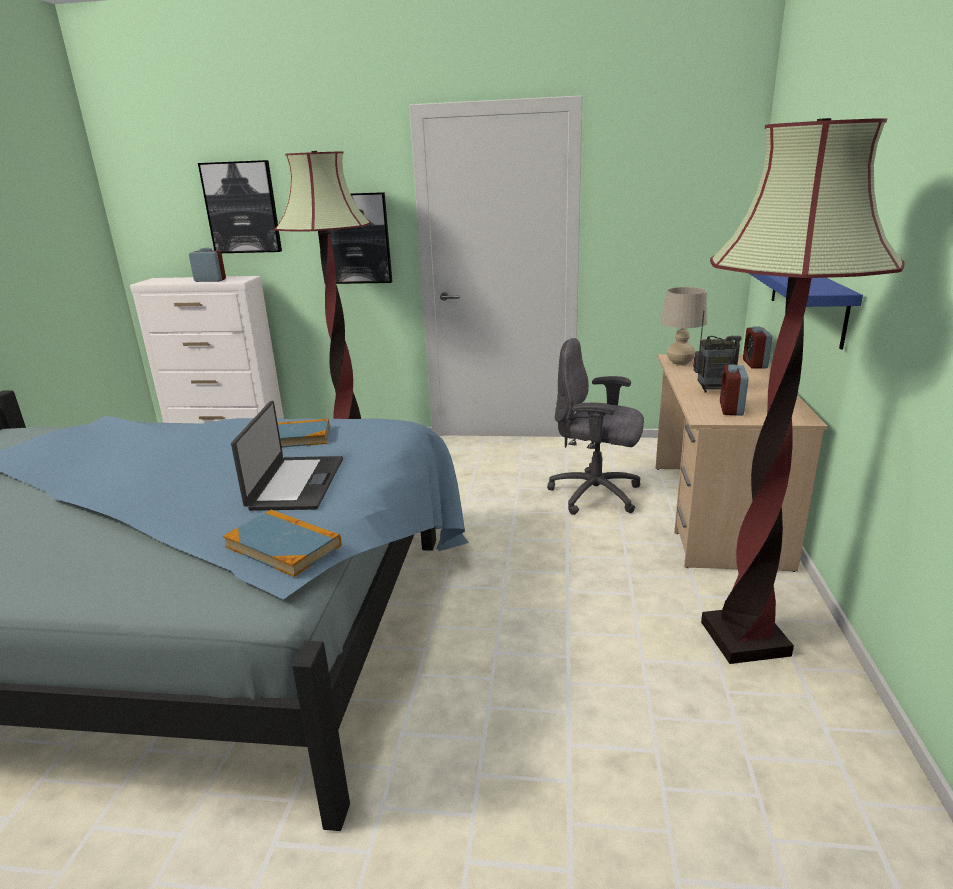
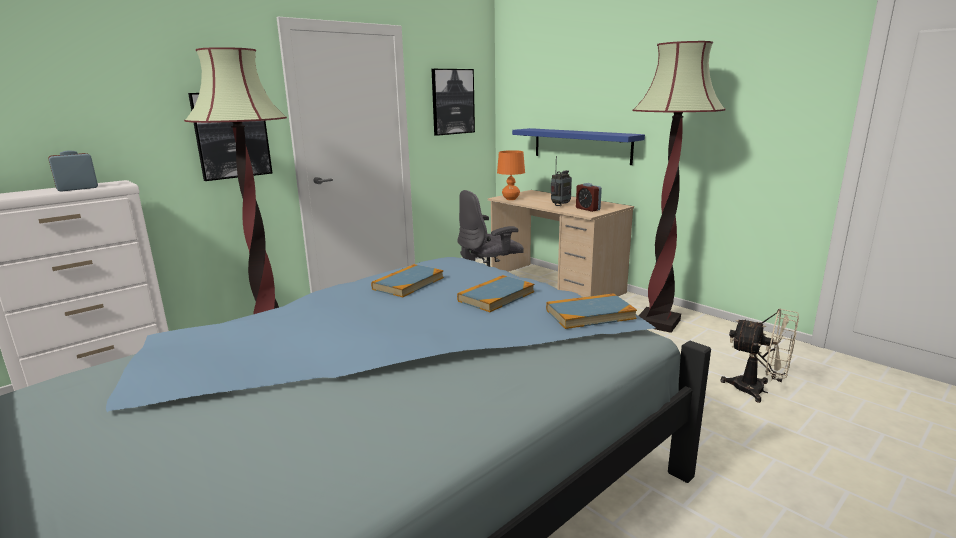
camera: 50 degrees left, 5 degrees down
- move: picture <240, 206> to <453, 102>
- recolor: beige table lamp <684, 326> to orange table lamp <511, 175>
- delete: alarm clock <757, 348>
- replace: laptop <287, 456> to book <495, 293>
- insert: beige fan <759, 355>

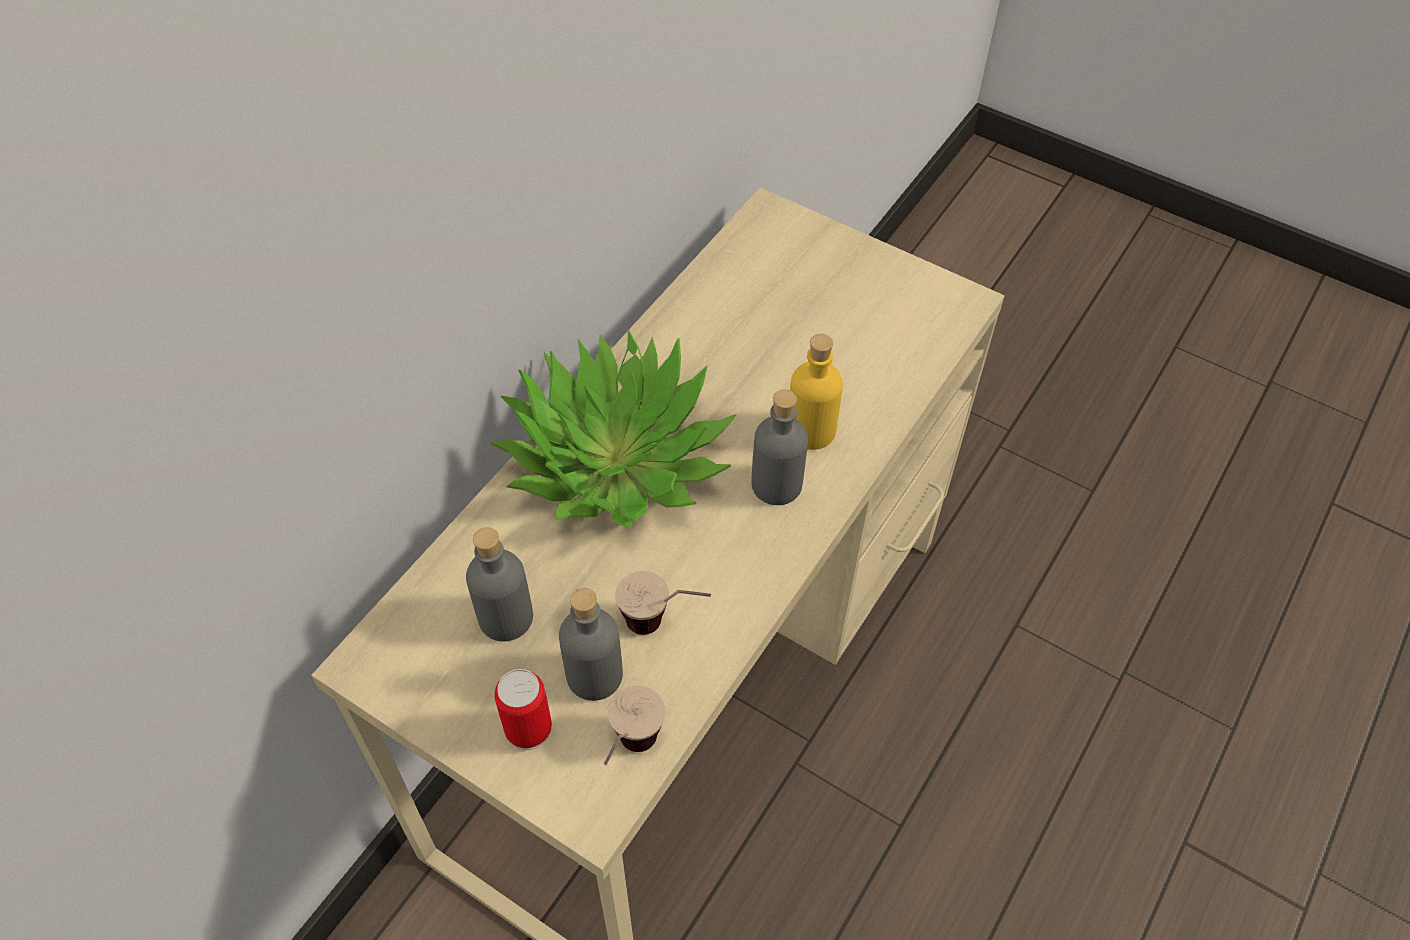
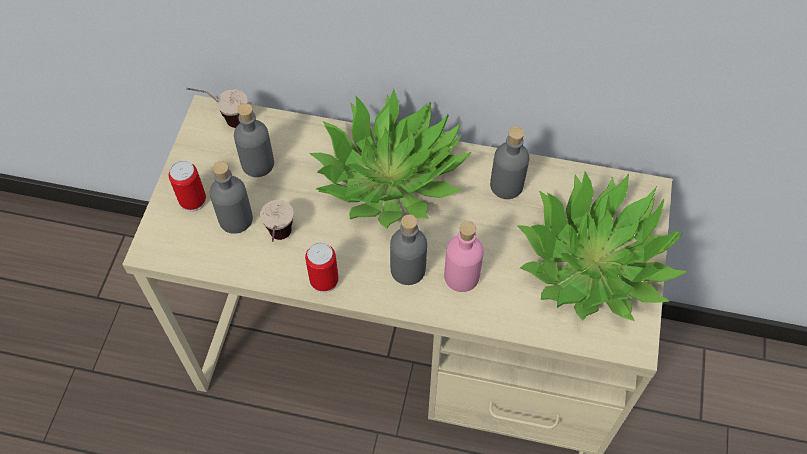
camera: 70 degrees right, 5 degrees up
- recolor: yellow bottle <816, 392> to pink bottle <464, 256>
- move: cup <634, 725> to <217, 108>
- insert: grey bottle <509, 163>
- insert: potted plant <602, 246>
- insert: can <322, 267>

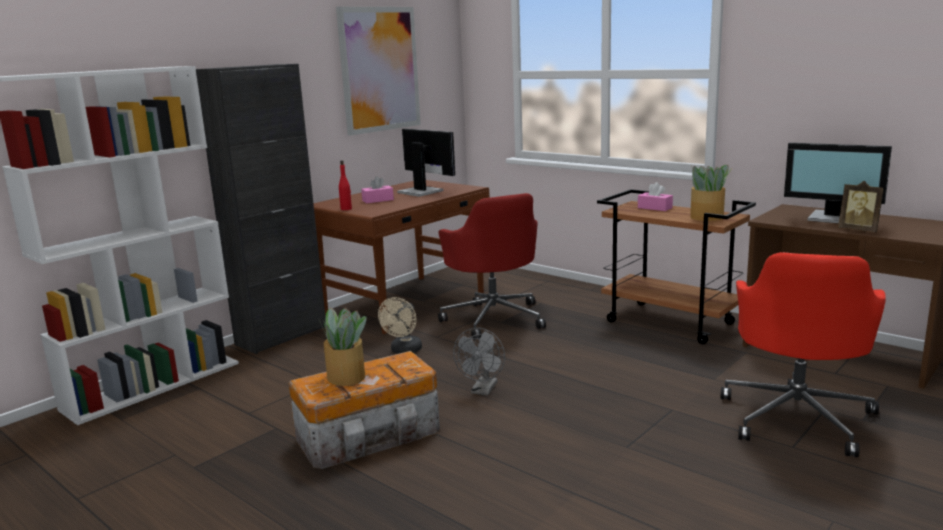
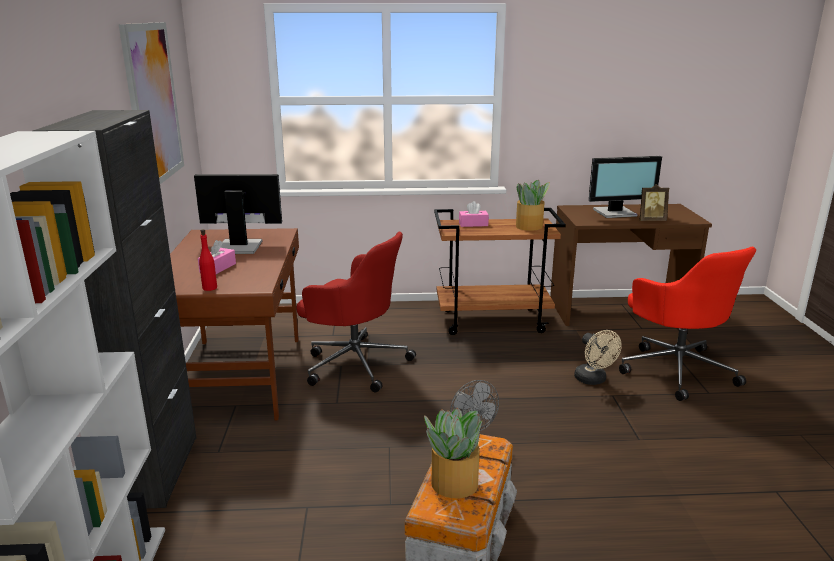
camera: 45 degrees left, 5 degrees up
- move: beige fan <400, 325> to <598, 357>

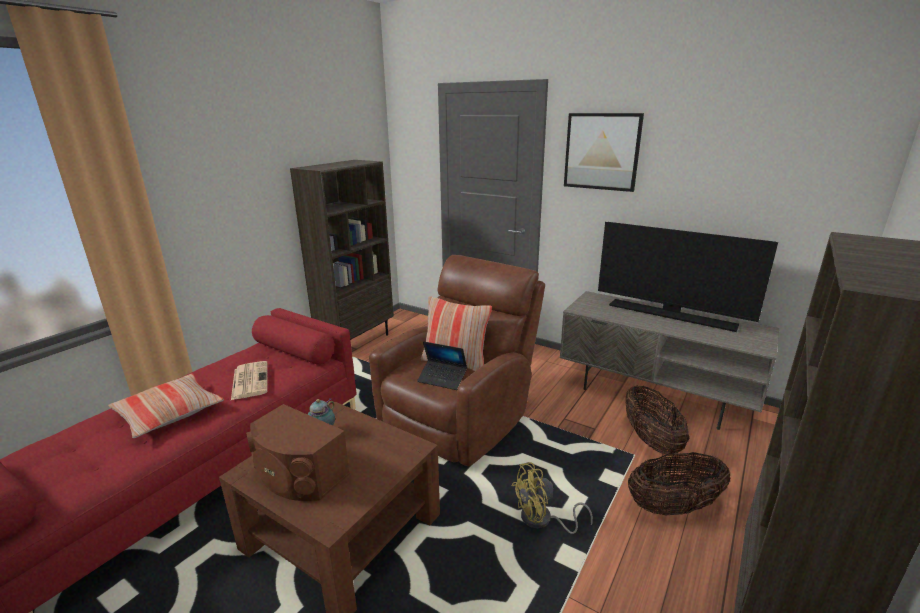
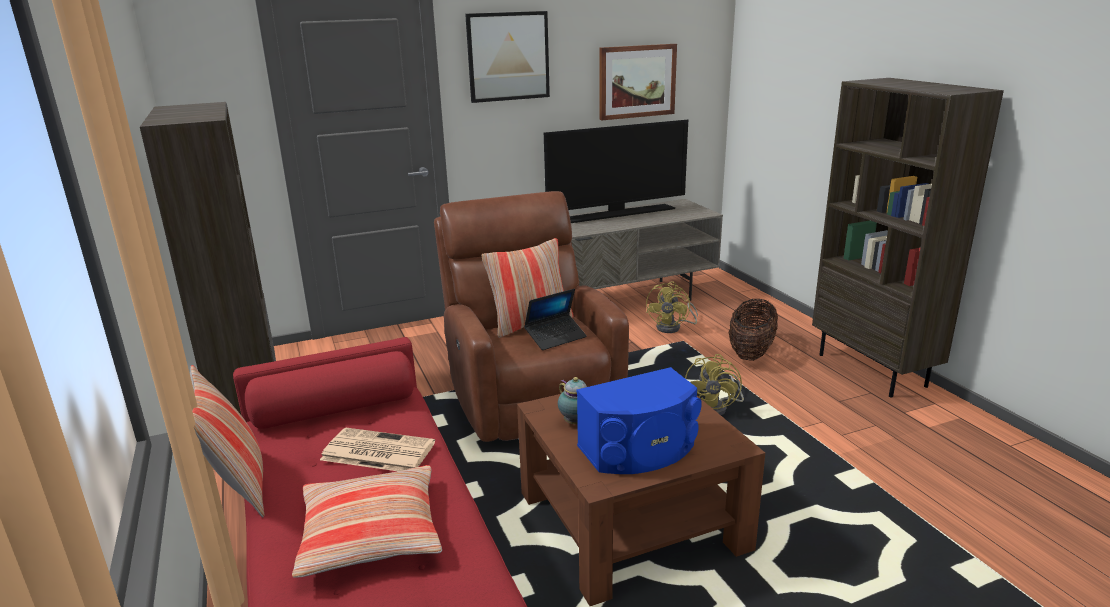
camera: 55 degrees left, 0 degrees up
- replace: basket <657, 420> to yellow fan <672, 307>
- recolor: brown speaker <298, 452> to blue speaker <639, 420>
- insert: picture <638, 82>
- insert: pillow <227, 441>

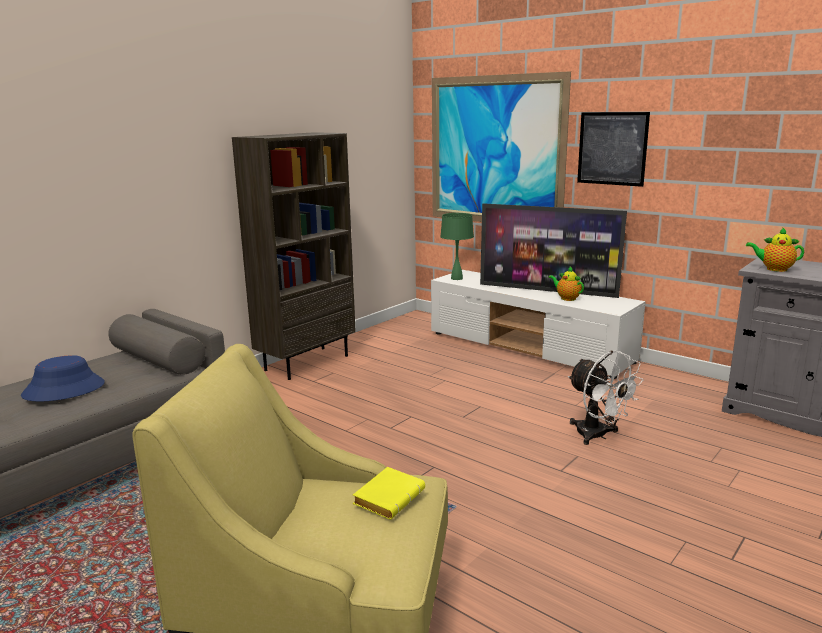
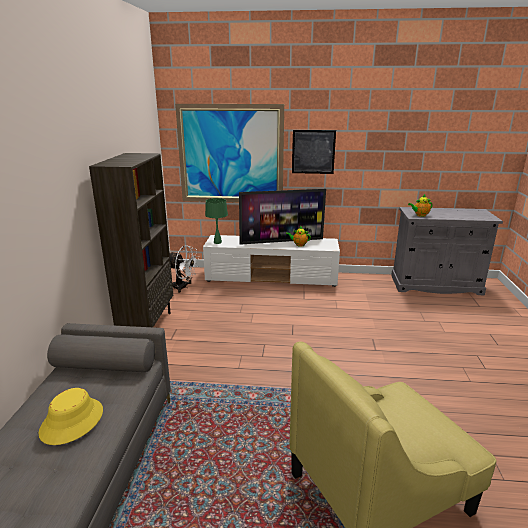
camera: 35 degrees left, 5 degrees up
- move: white fan <606, 397> to <184, 269>
- recolor: blue hat <63, 378> to yellow hat <70, 416>
- delete: yellow book <389, 493>

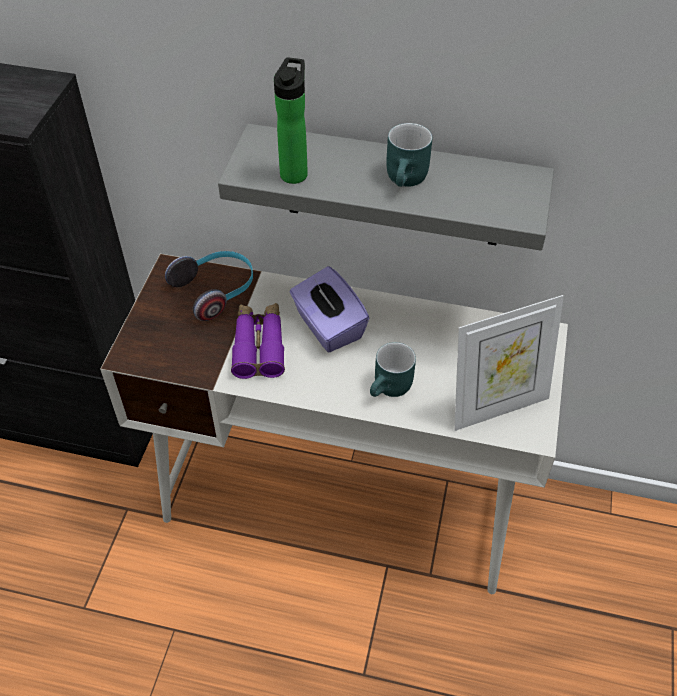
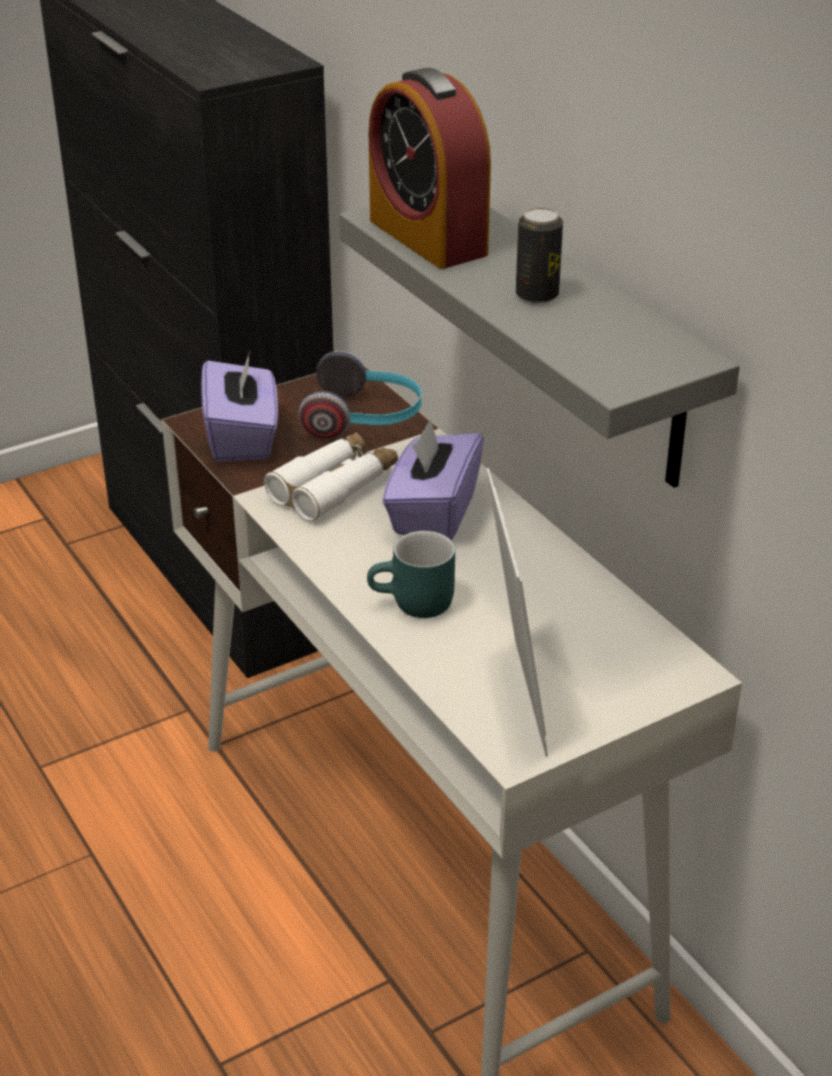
camera: 45 degrees right, 15 degrees down
- replace: bottle <291, 121> to alarm clock <430, 168>
- replace: turquoise mug <409, 155> to can <539, 255>
- rotate: picture frame <509, 363> = <517, 612> 120 degrees counterclockwise
- recolor: purple binoculars <258, 341> to white binoculars <331, 476>
- insert: purple tissue box <239, 407>

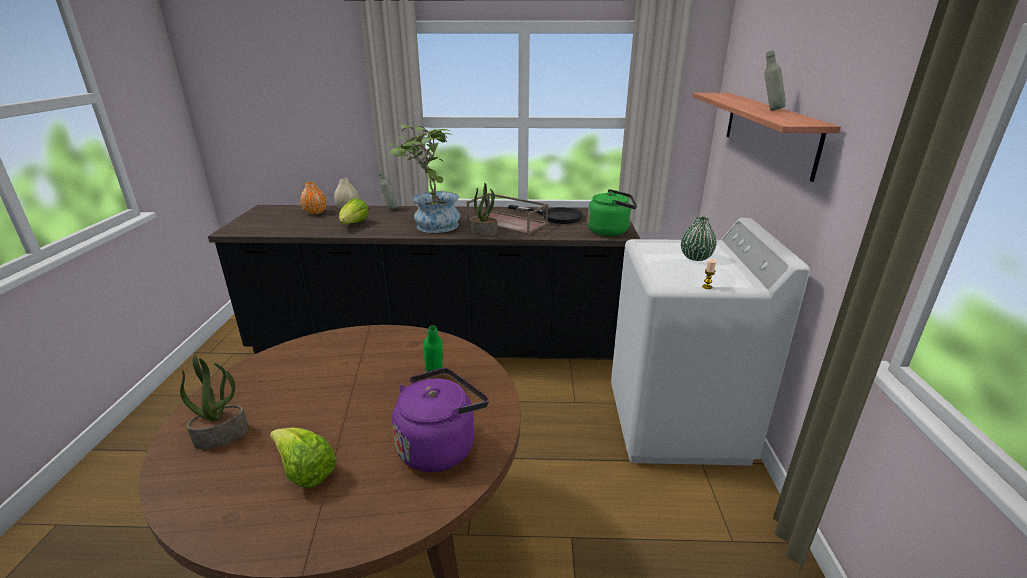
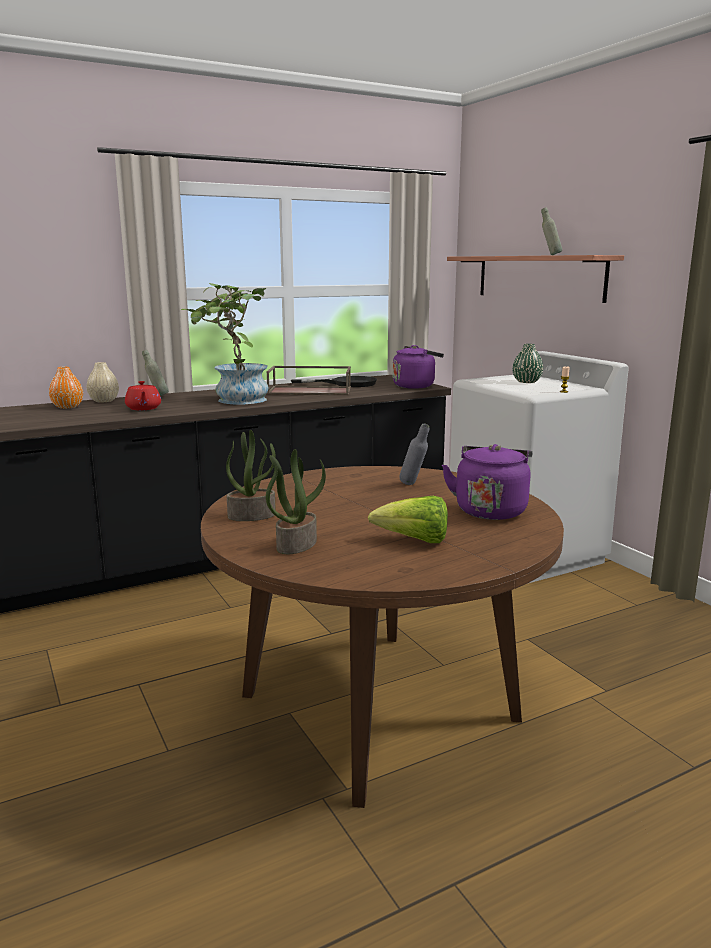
camera: 30 degrees left, 10 degrees down
- move: potted plant <484, 209> to <251, 475>
- recolor: green kettle <612, 212> to purple kettle <418, 367>
- replace: lettuce <354, 211> to red teapot <143, 395>
- recolor: green bottle <433, 348> to grey bottle <414, 454>

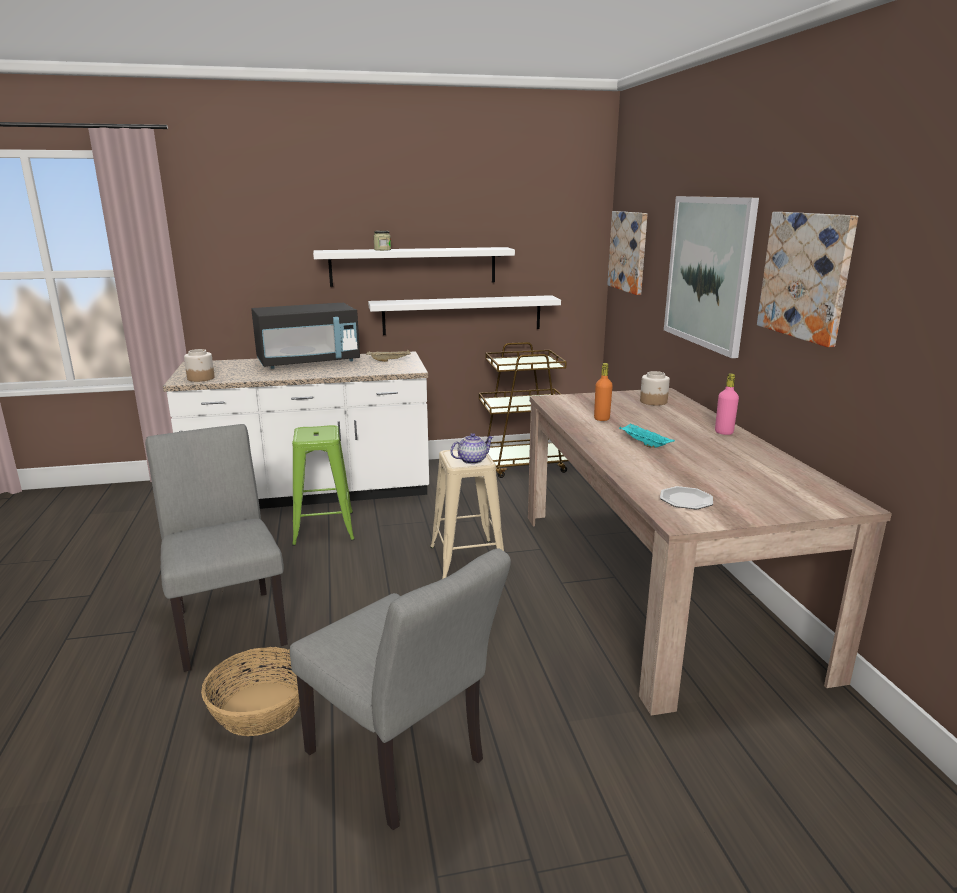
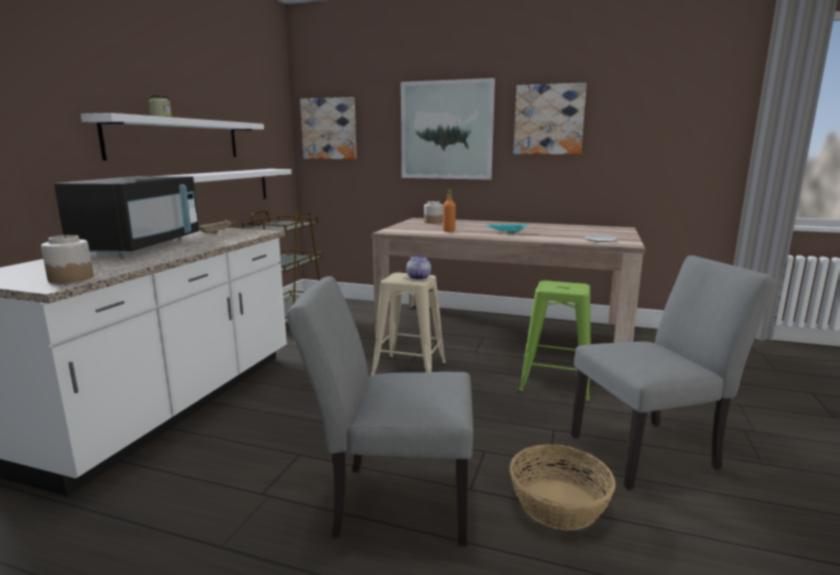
camera: 60 degrees left, 5 degrees down
- delete: pink bottle <727, 404>
- move: green stool <323, 485> to <555, 341>

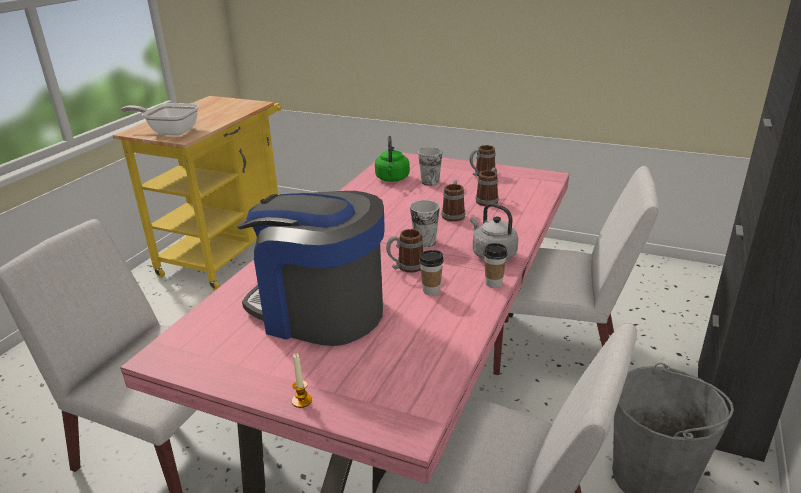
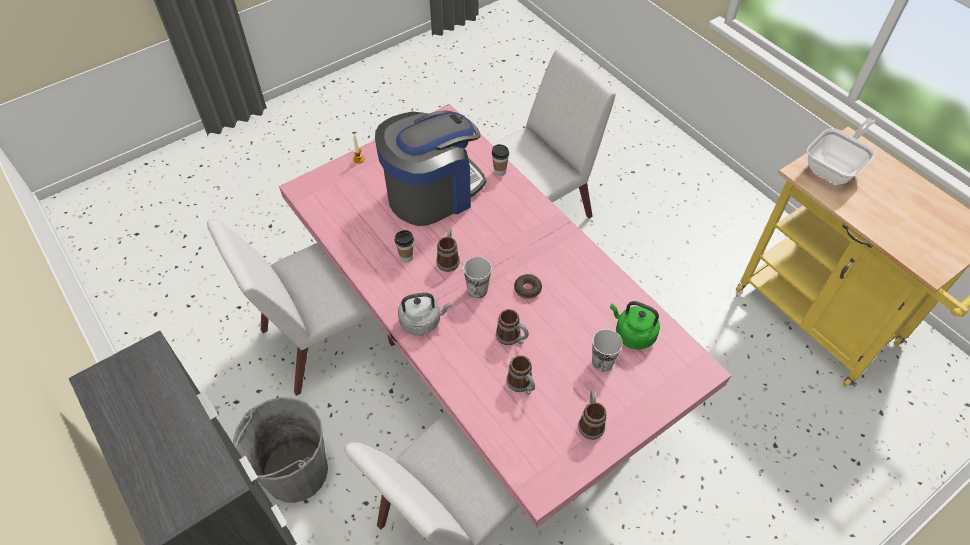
camera: 120 degrees right, 25 degrees up
- move: cup <495, 265> to <500, 160>
- insert: donut <528, 286>

